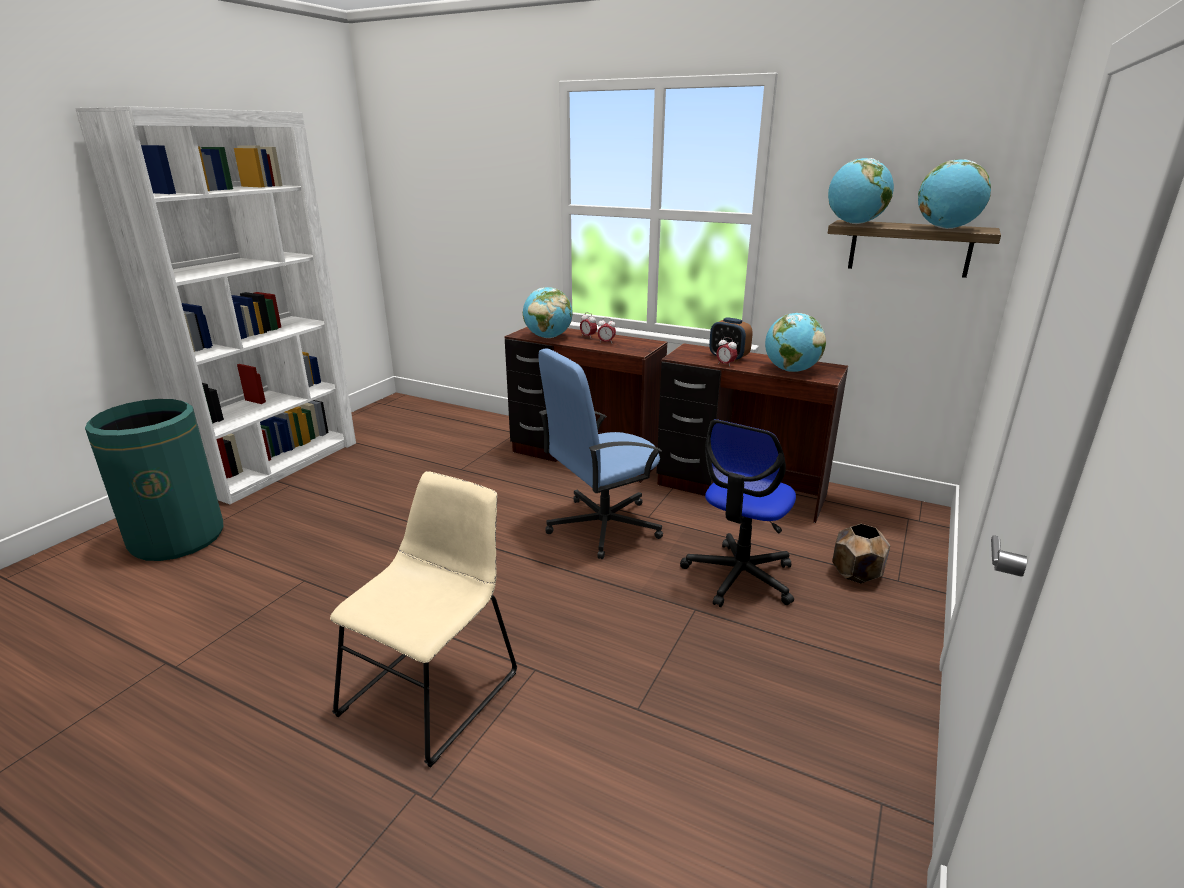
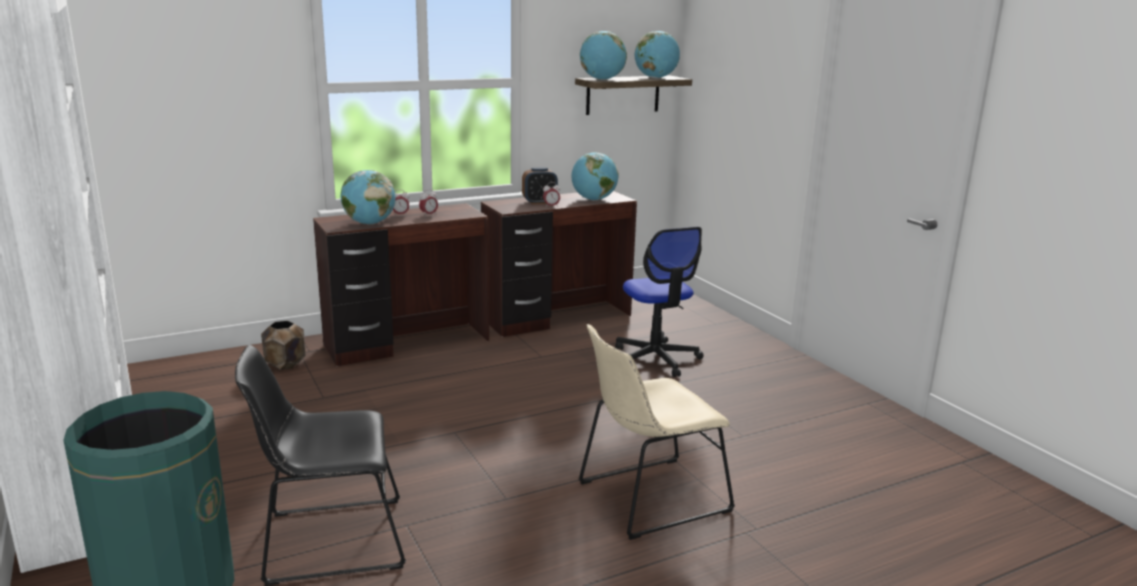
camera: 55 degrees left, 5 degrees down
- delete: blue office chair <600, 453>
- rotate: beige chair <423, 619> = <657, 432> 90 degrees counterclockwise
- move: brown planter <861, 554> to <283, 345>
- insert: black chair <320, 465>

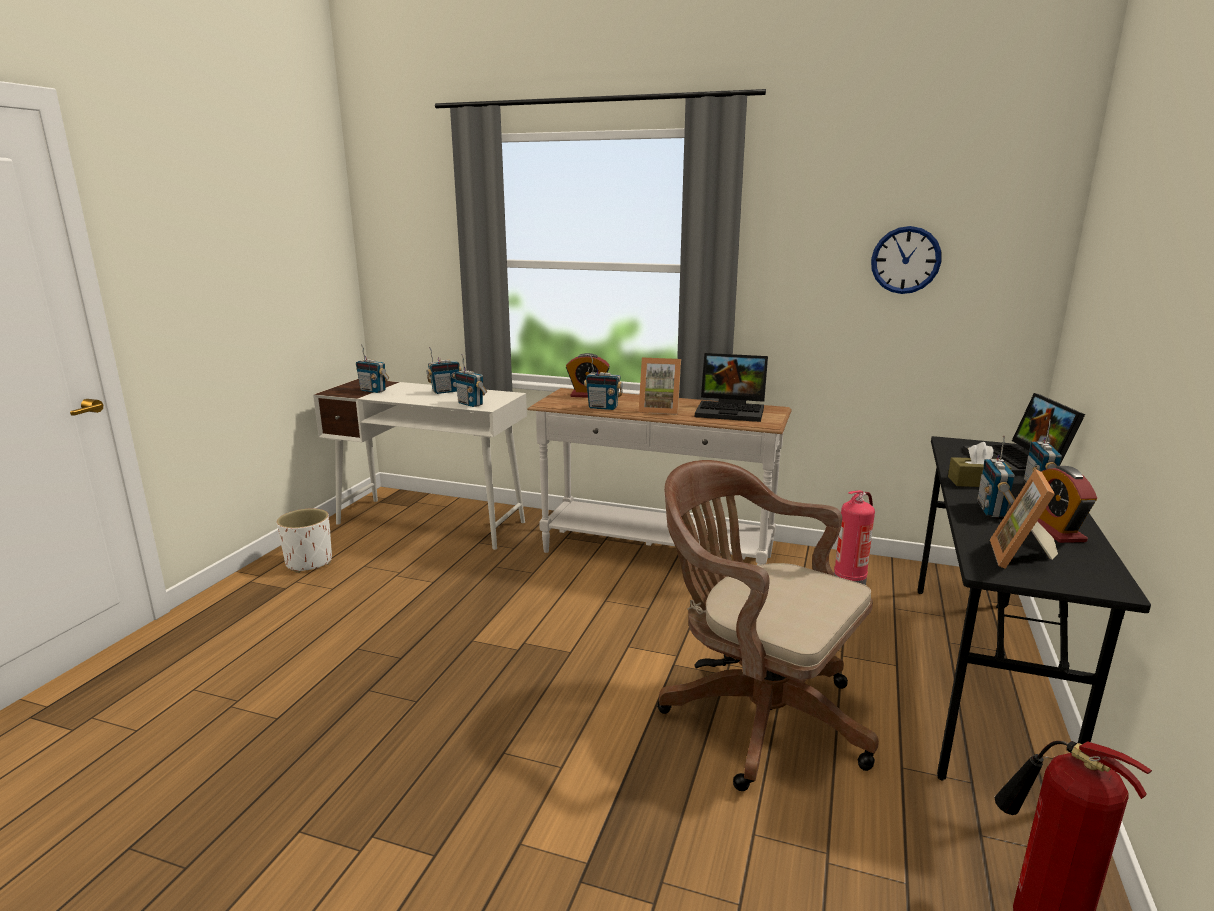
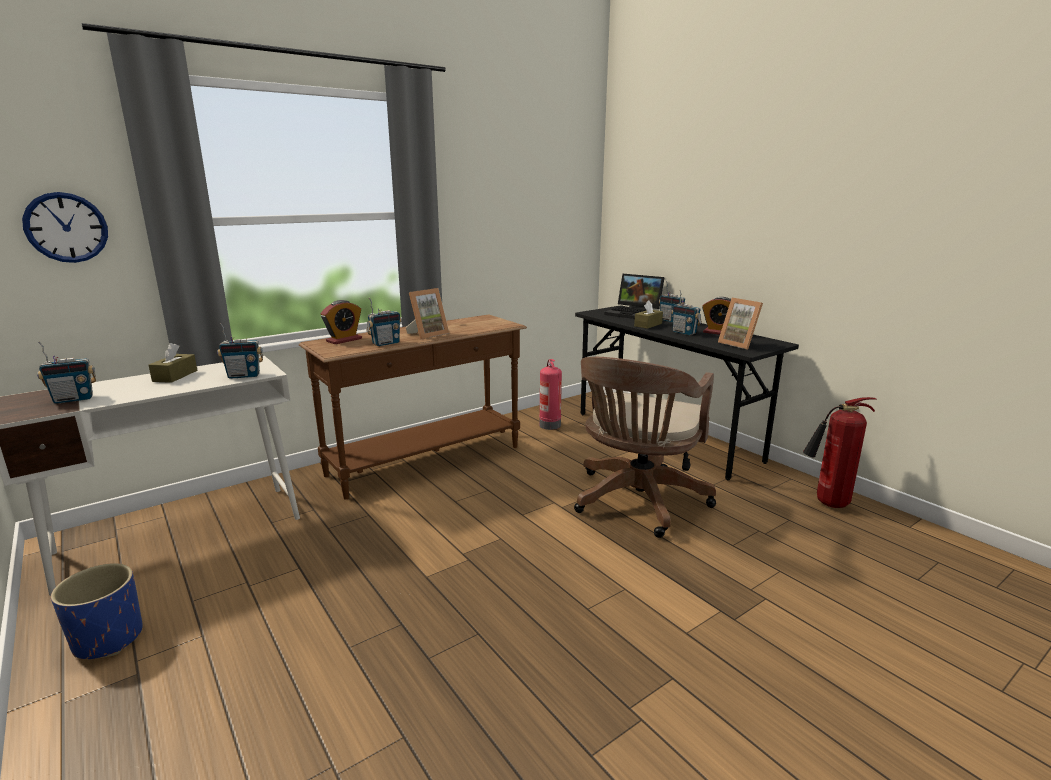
camera: 55 degrees left, 0 degrees up
- move: wall clock <906, 260> to <65, 227>
- replace: radio <444, 370> to brown tissue box <172, 363>
- delete: laptop <731, 387>
- recolor: white console table <659, 476> to brown console table <413, 406>
- rotate: brown office chair <768, 625> = <645, 447> 45 degrees counterclockwise
- recolor: white planter <304, 541> to blue planter <97, 611>

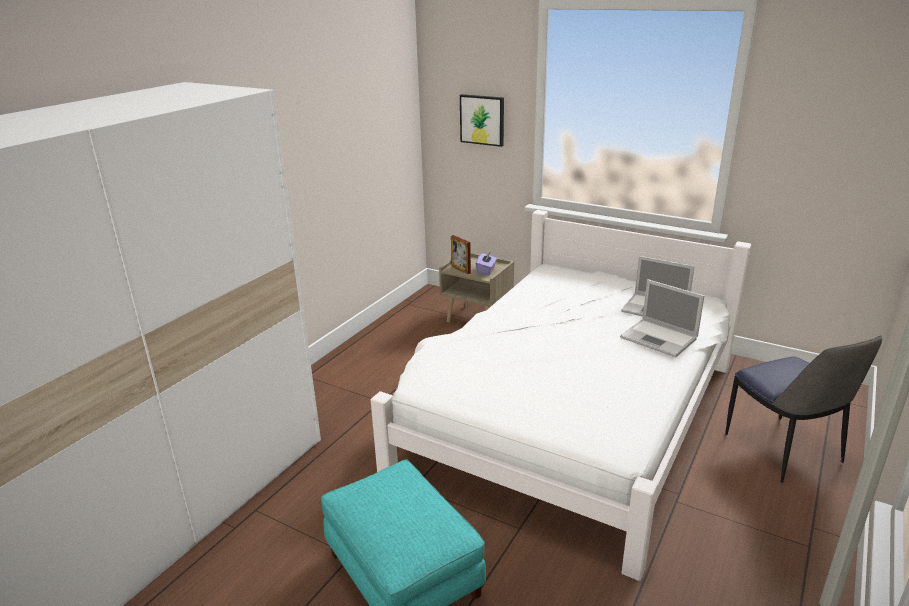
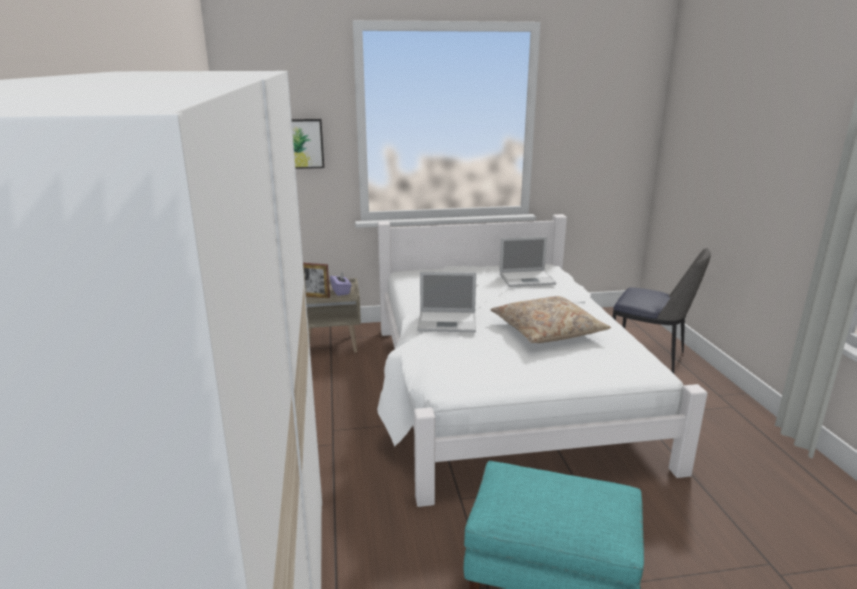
camera: 40 degrees left, 5 degrees down
- move: laptop <662, 318> to <446, 302>
- insert: beige pillow <550, 319>

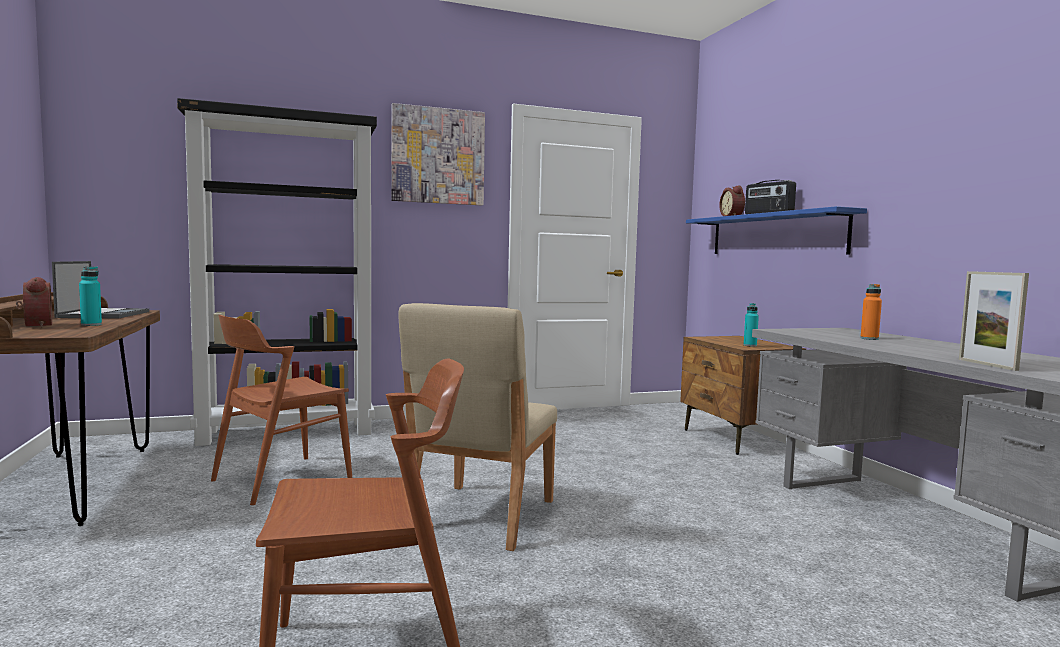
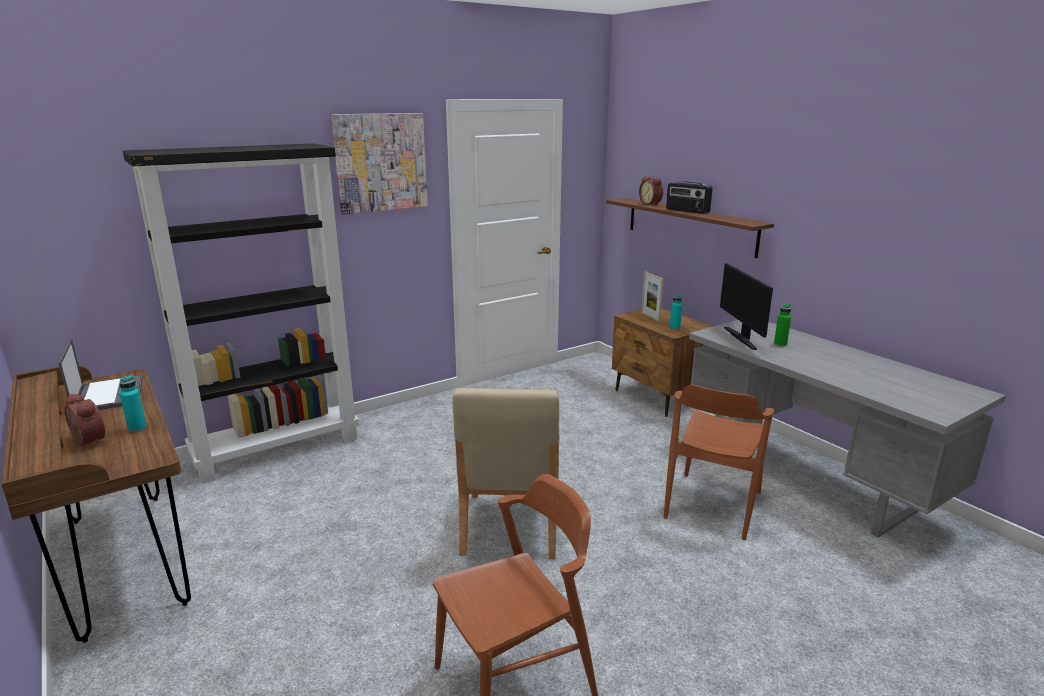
camera: 15 degrees left, 15 degrees up
- recolor: blue shelf <776, 230> to brown shelf <690, 228>
- move: picture frame <994, 321> to <652, 296>
- recolor: orange bottle <871, 312> to green bottle <782, 325>
- move: brown chair <281, 410> to <719, 462>
- insert: monitor <746, 306>

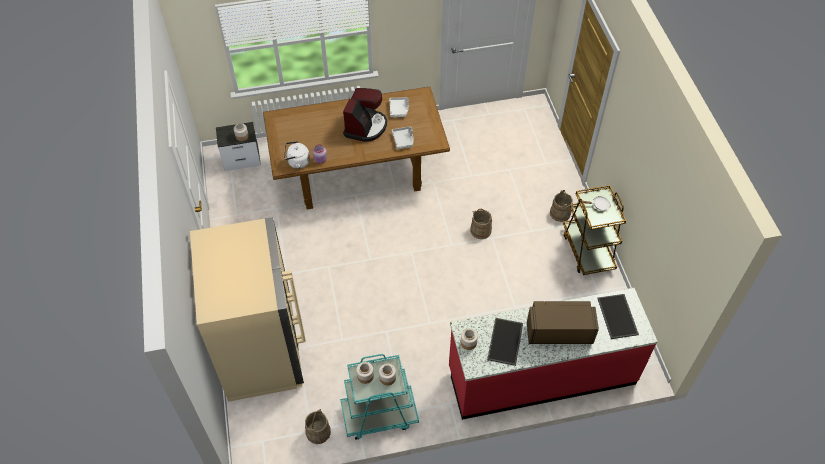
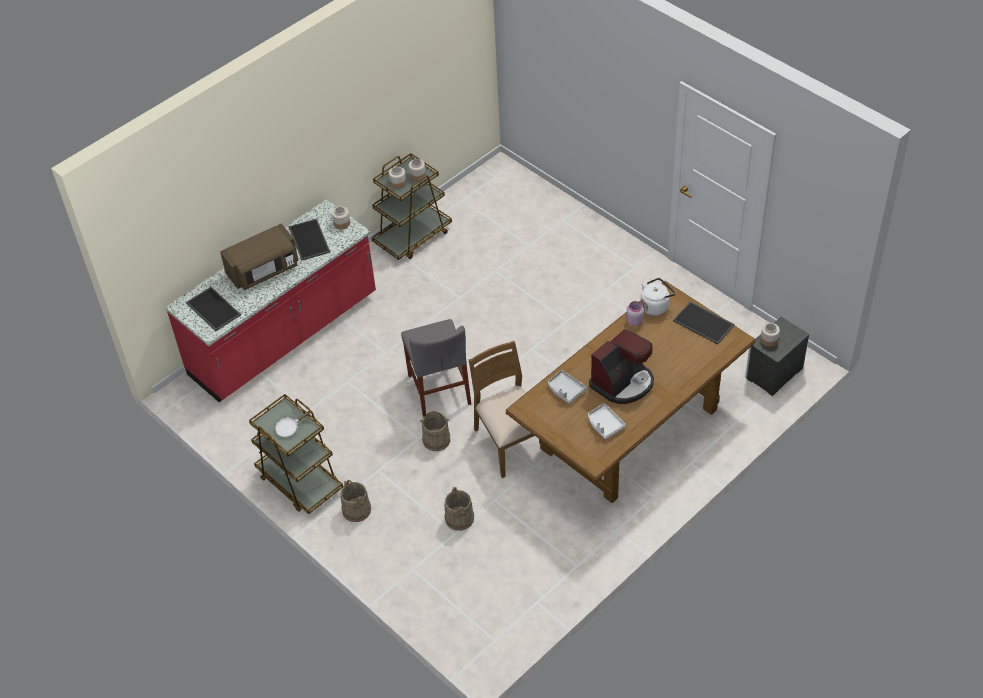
camera: 150 degrees right, 5 degrees down
- rotate: coffee machine <365, 115> = <621, 366> 120 degrees counterclockwise
- delete: beige fridge <248, 309>
- recolor: turquoise cart <379, 397> to brown cart <412, 206>
- move: beige bucket <318, 426> to <459, 509>
- insert: tray <704, 323>
- insert: grey chair <436, 368>
- insert: brown chair <511, 409>

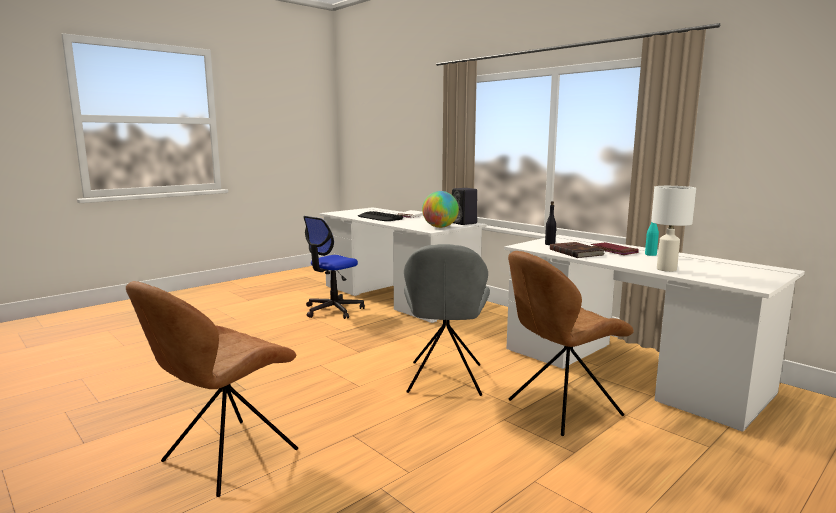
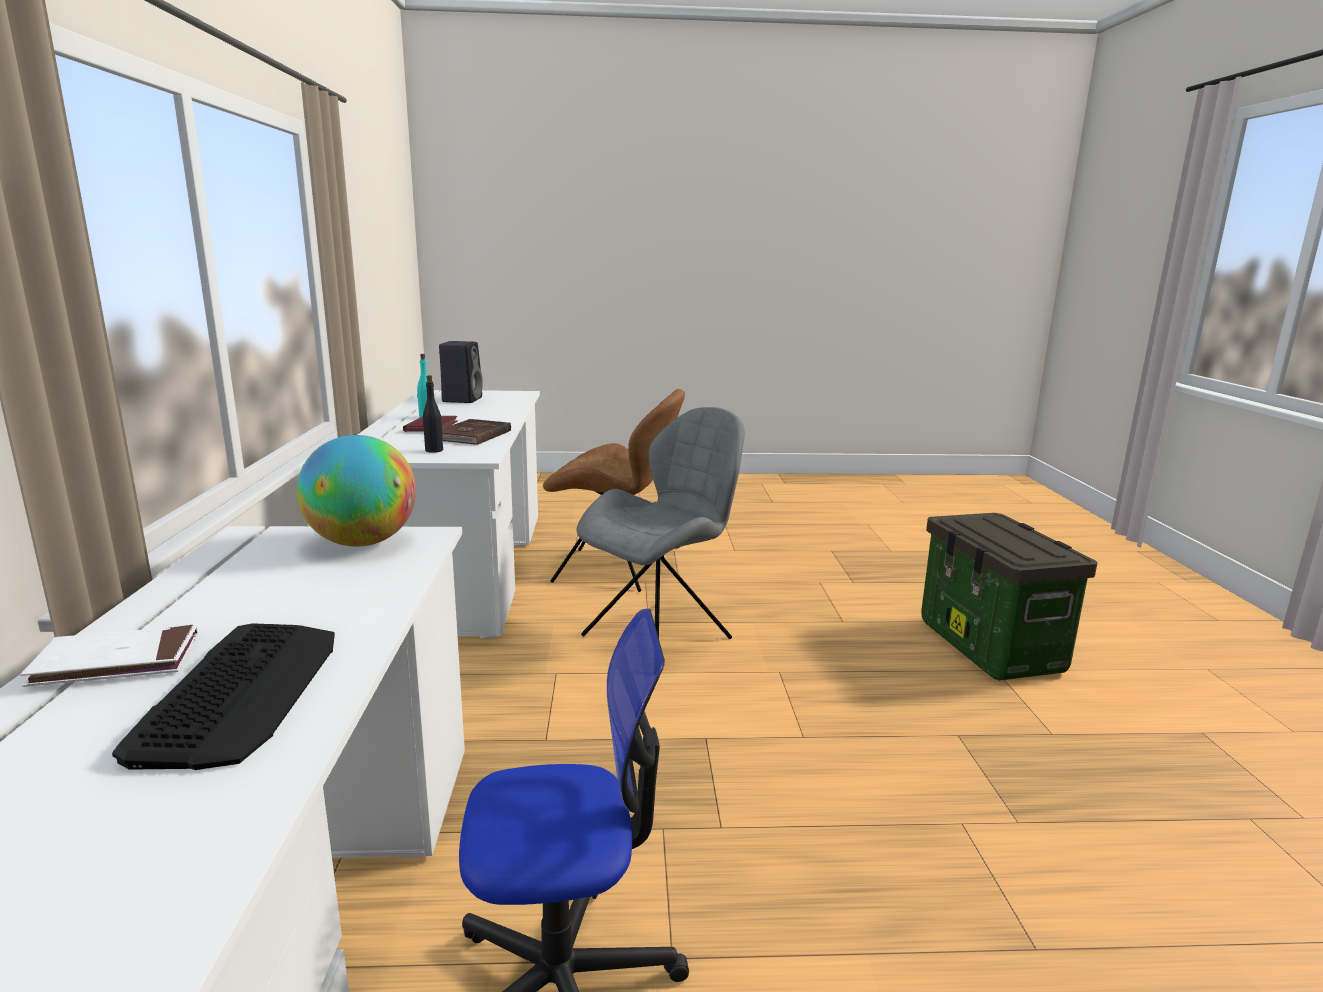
camera: 140 degrees left, 5 degrees up
- delete: white table lamp <673, 229>
- move: black speaker <464, 206> to <461, 372>
- replace: brown chair <212, 389> to storage box <1009, 597>

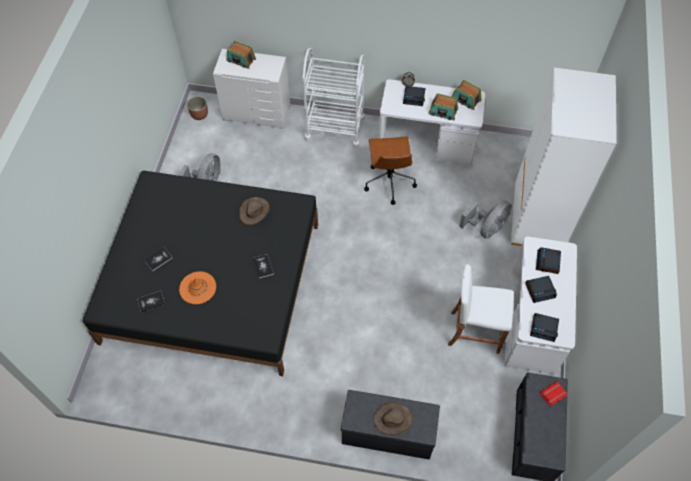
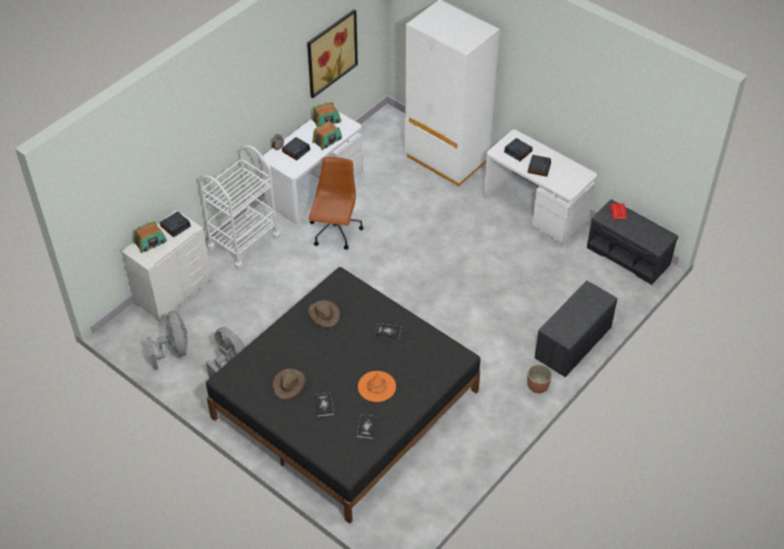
camera: 60 degrees left, 10 degrees down
- move: planter <197, 108> to <539, 378>
- rotate: brown office chair <390, 170> = <336, 203> 105 degrees counterclockwise
- move: grey fan <485, 219> to <167, 340>
- delete: white stool <481, 309>
- move: alarm clock <544, 327> to <175, 224>
- move: brown hat <393, 418> to <289, 384>
- insert: picture <332, 53>

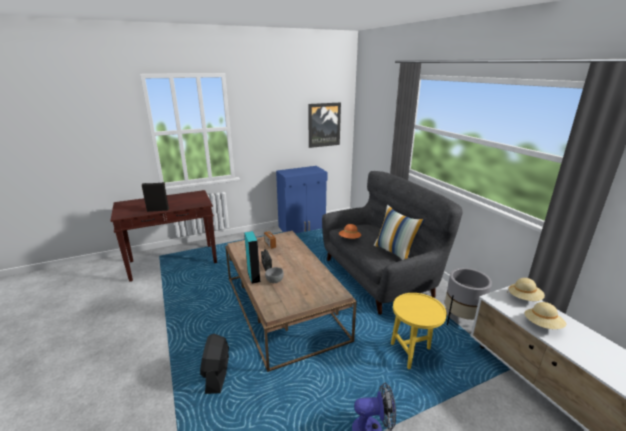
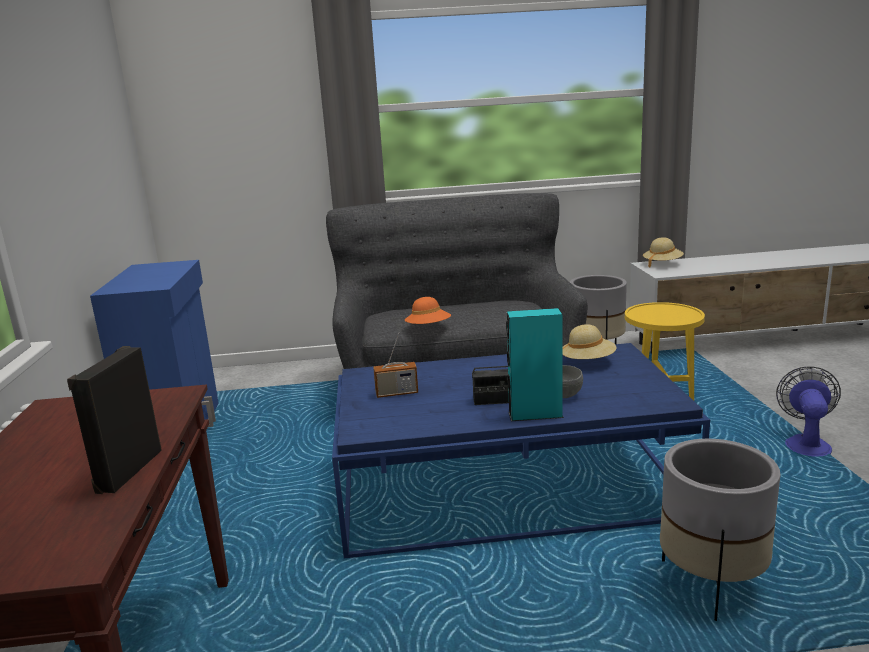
camera: 70 degrees left, 5 degrees down
- delete: picture <324, 125>
- delete: pillow <399, 232>
- recolor: brown coffee table <291, 301> to blue coffee table <521, 451>
- move: beige hat <545, 315> to <589, 341>
- replace: black fan <214, 364> to grey planter <720, 530>

